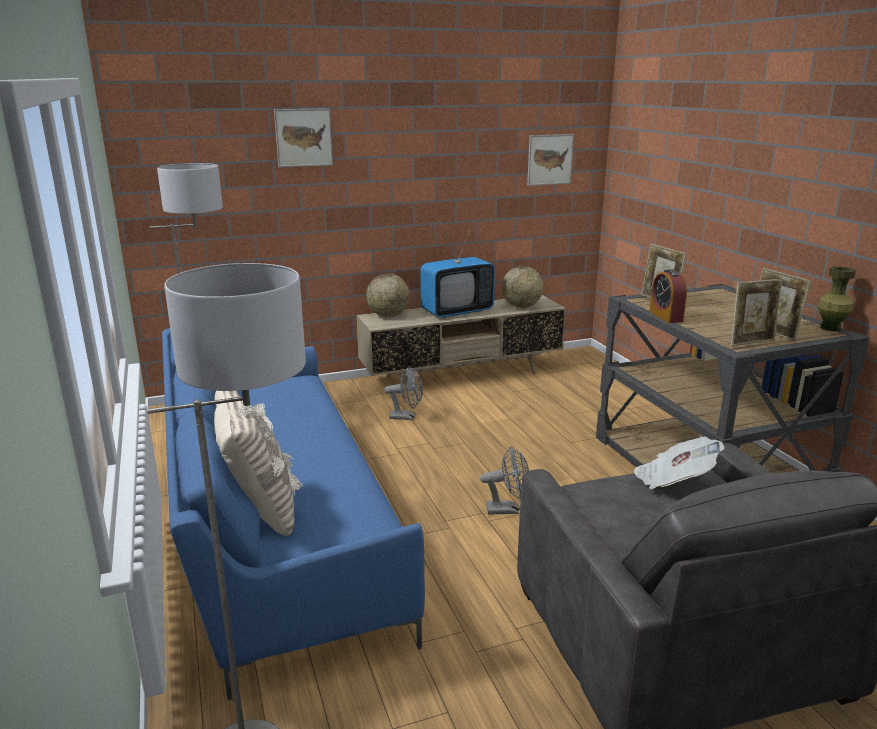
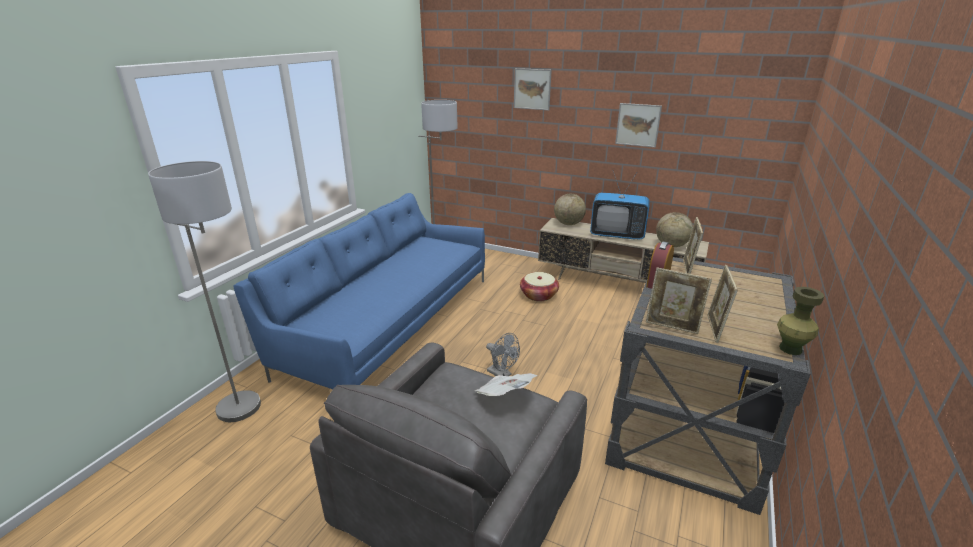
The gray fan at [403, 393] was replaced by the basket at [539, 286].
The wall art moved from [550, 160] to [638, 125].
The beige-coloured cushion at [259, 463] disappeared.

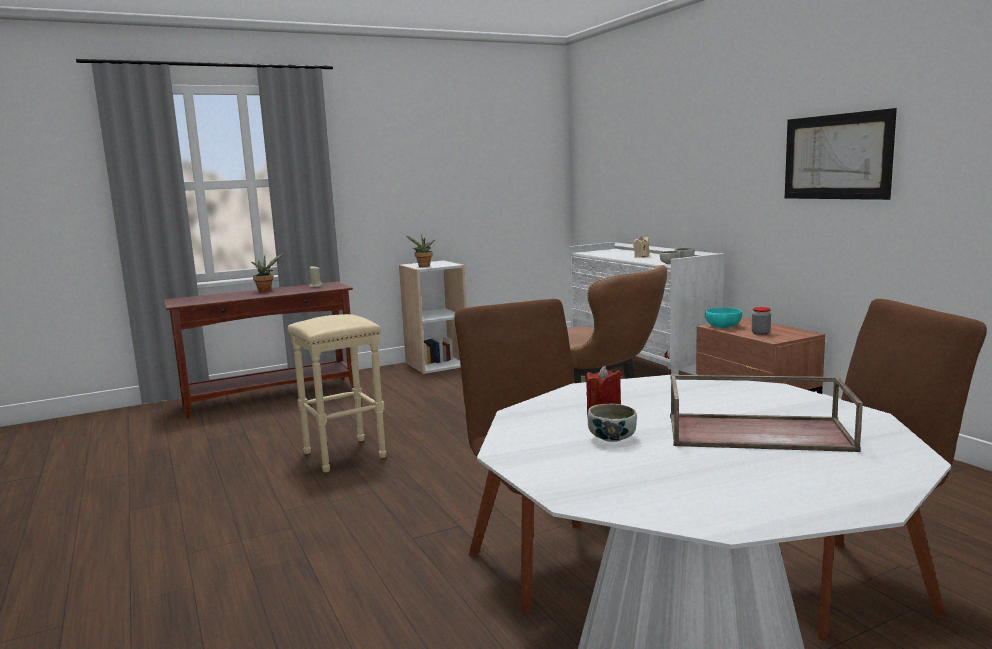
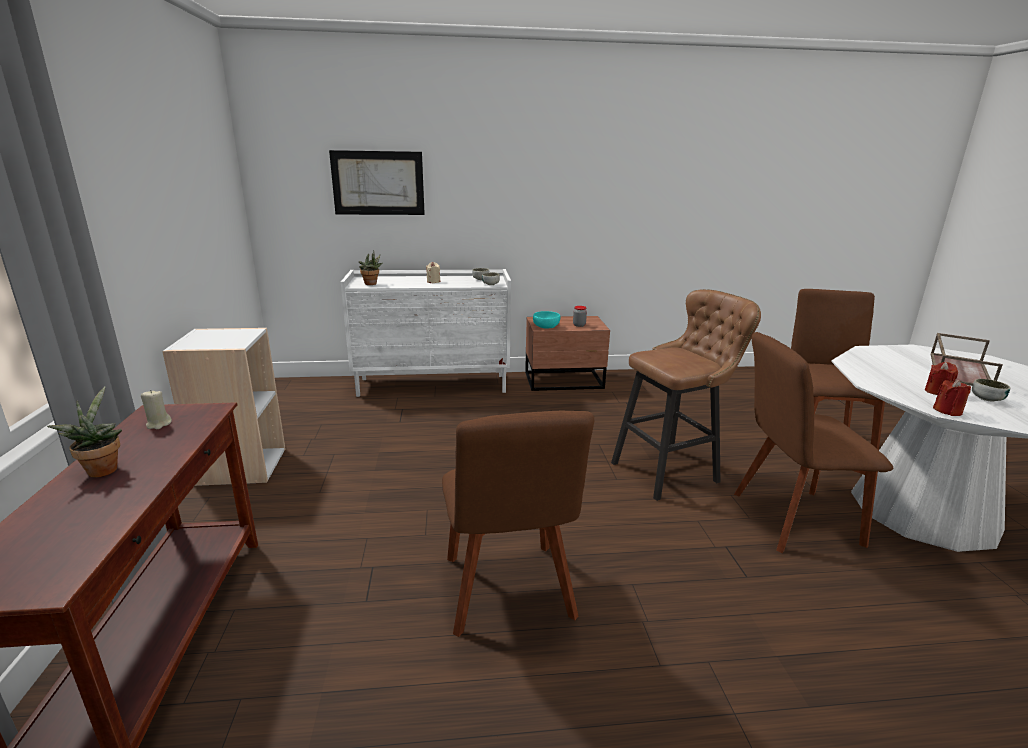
The wall art moved from [841, 154] to [377, 182].
The plant in a pot moved from [421, 250] to [371, 268].
The beige-coloured stool at [337, 393] was replaced by the brown upright chair at [518, 524].
The red-coloured wax light at [952, 398] appeared.

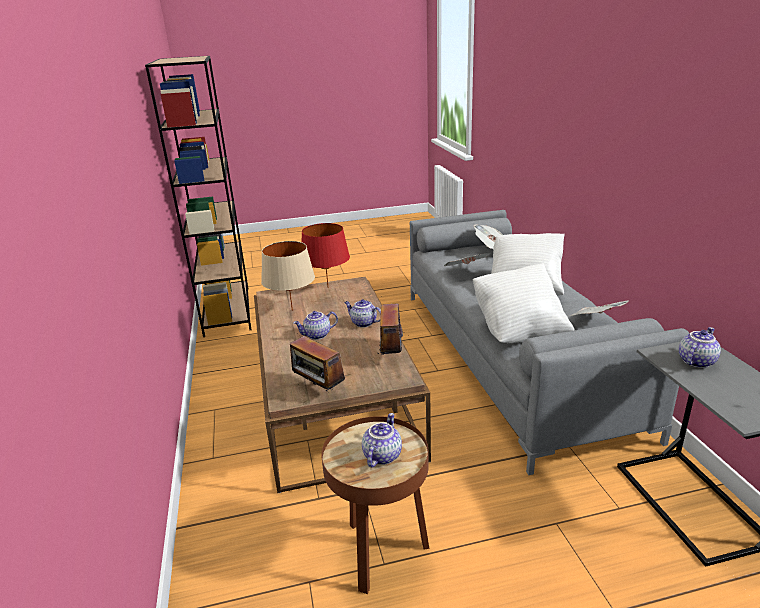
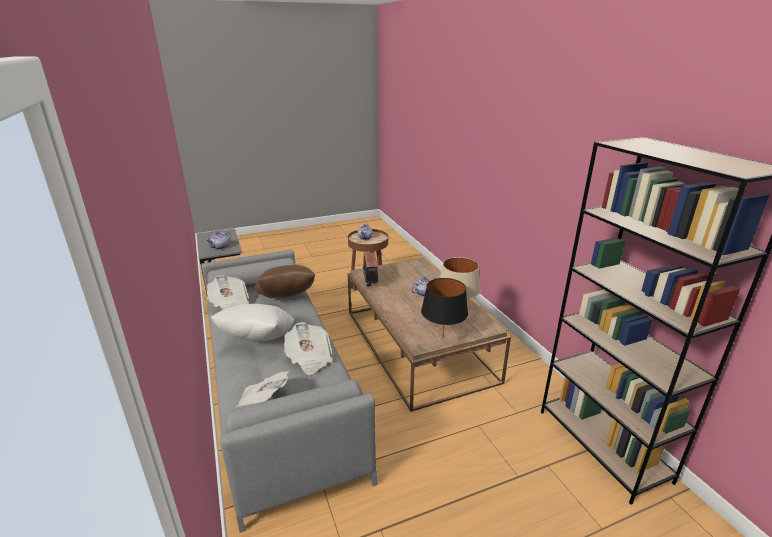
The white-coloured cushion at [524, 303] became the brown cushion at [284, 281].
The red-coloured table lamp at [326, 255] became the black-coloured table lamp at [444, 306].
The radio at [317, 362] disappeared.
The pot for tea at [362, 313] disappeared.

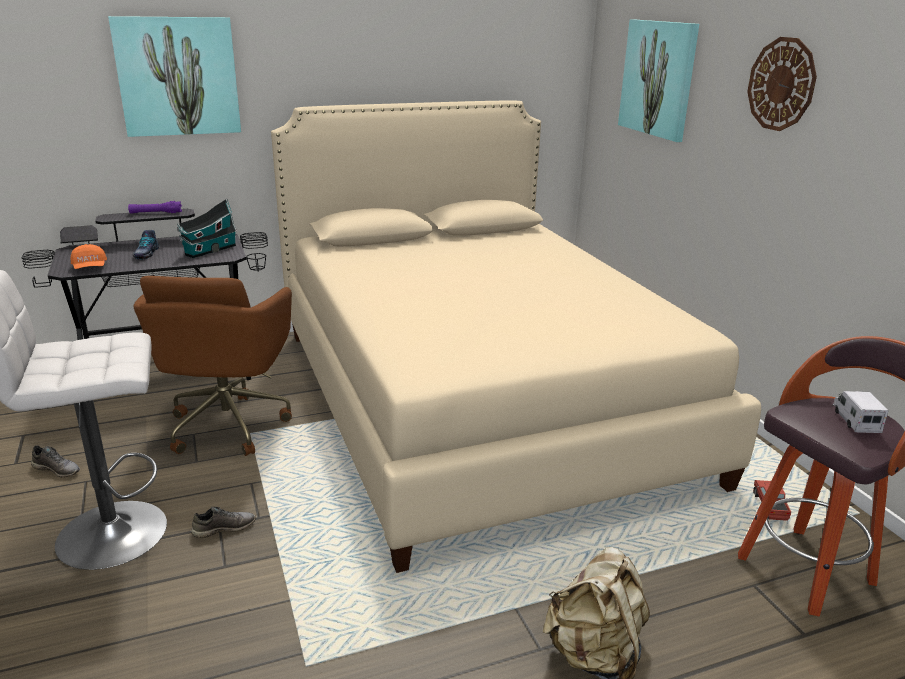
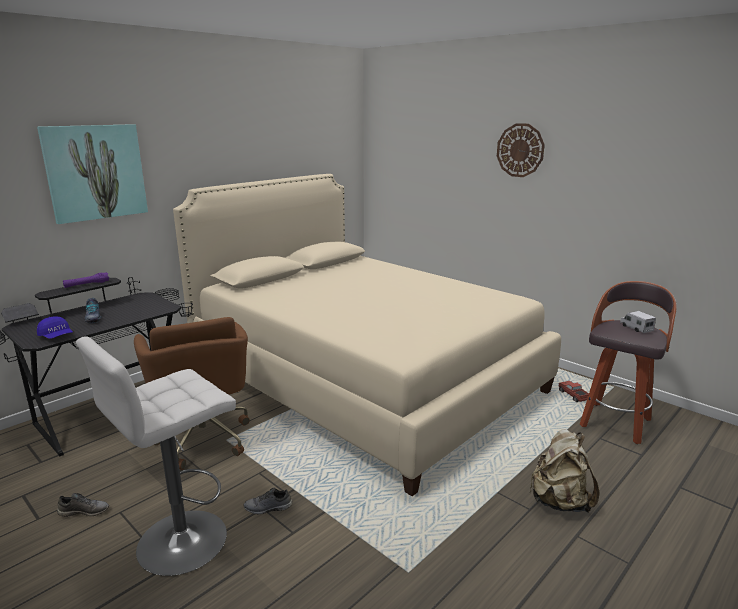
The orange-coloured cap at [89, 256] became the blue cap at [55, 327].
The gray item of footwear at [223, 522] turned 135 degrees counterclockwise.
The toy house at [207, 228] disappeared.
The wall art at [658, 80] disappeared.

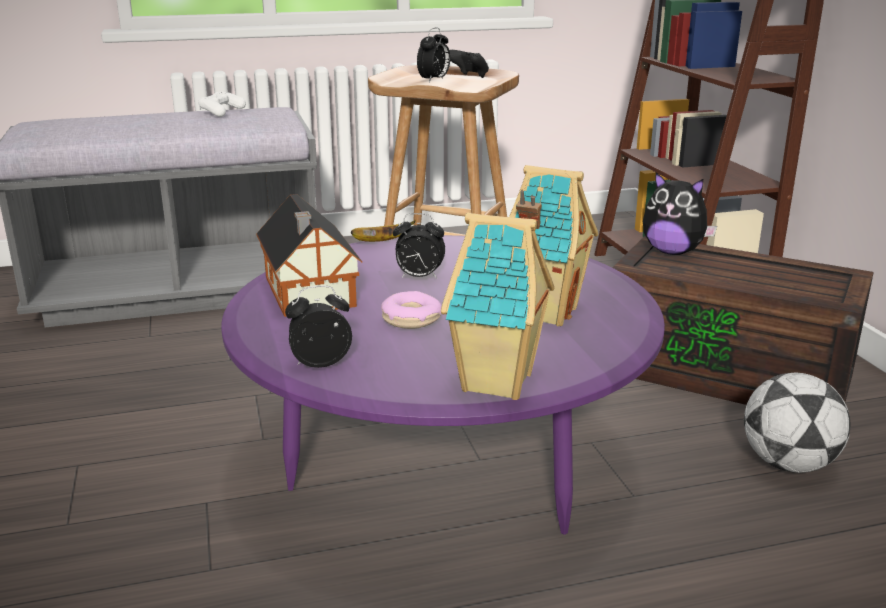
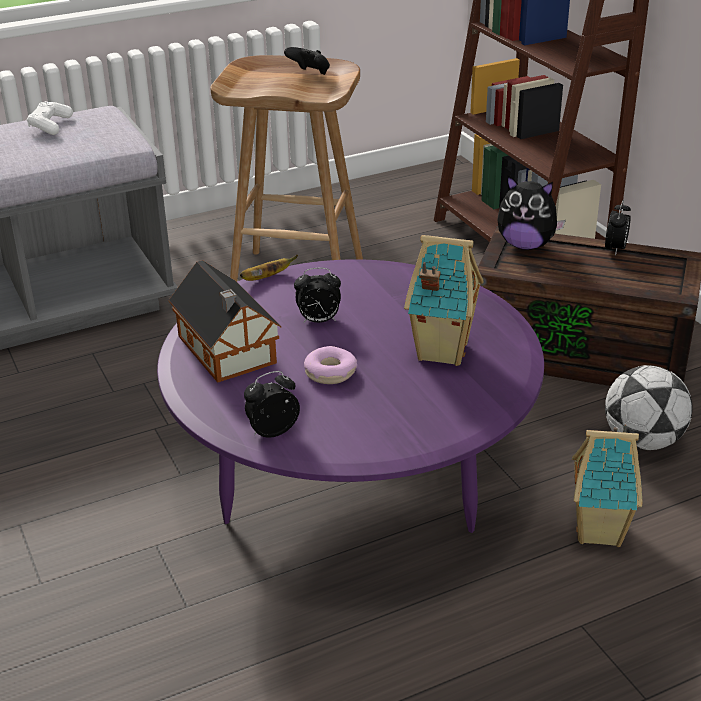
The toy house moved from [497, 306] to [607, 485].
The bedside clock moved from [433, 54] to [618, 228].

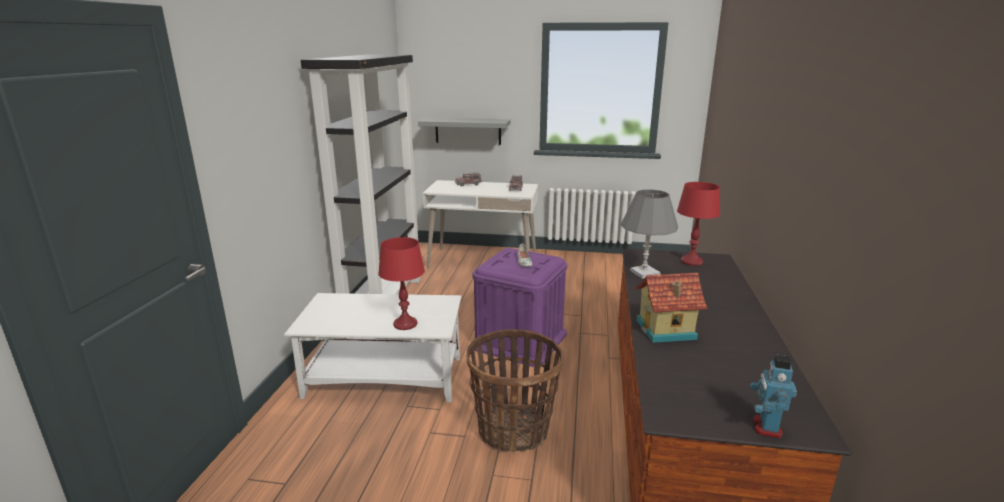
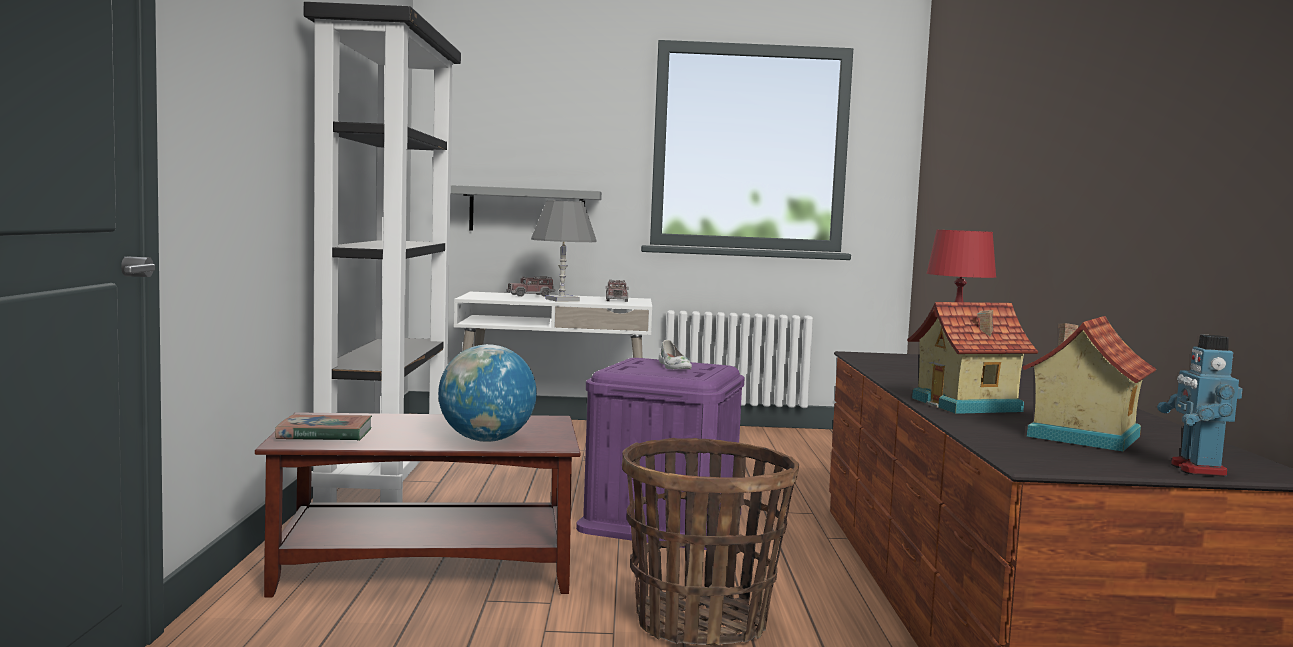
The white-coloured coffee table at [373, 347] became the brown coffee table at [417, 505].
The volume at [323, 428] appeared.
The red-coloured table lamp at [401, 283] was replaced by the desk globe at [487, 393].
The gray table lamp moved from [649, 234] to [564, 251].
The toy house at [1089, 384] appeared.

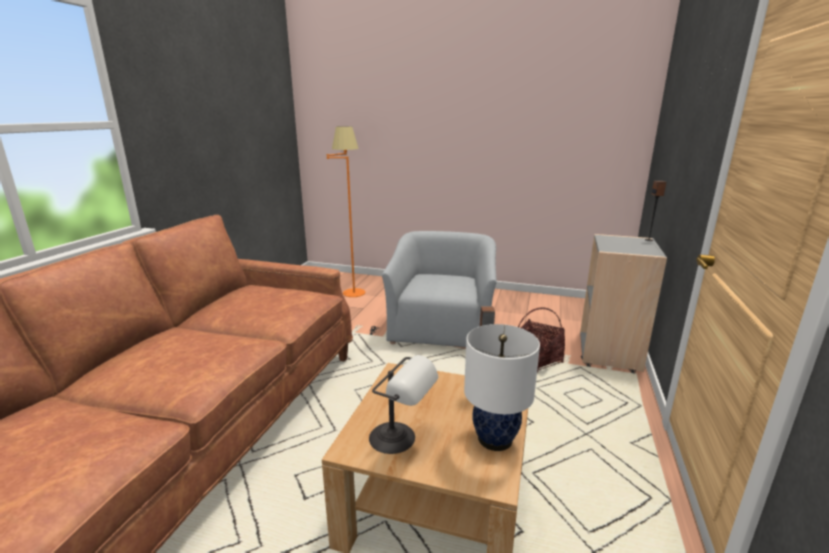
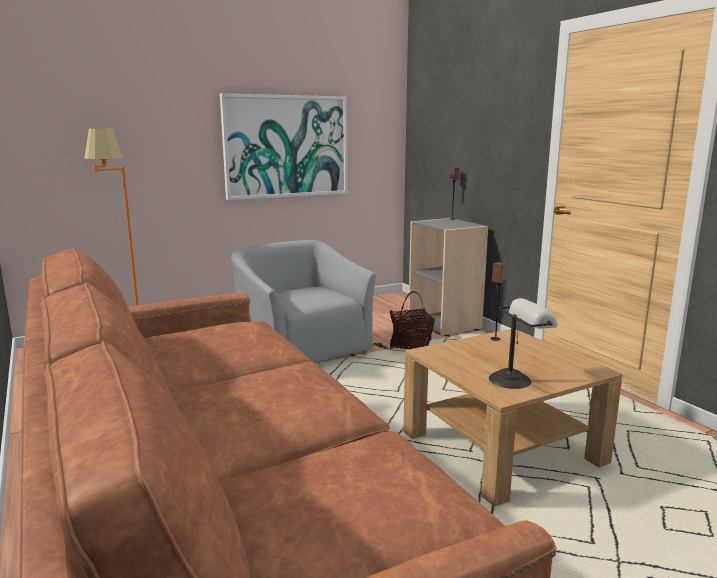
The wall art at [283, 146] appeared.
The white-coloured table lamp at [502, 387] disappeared.

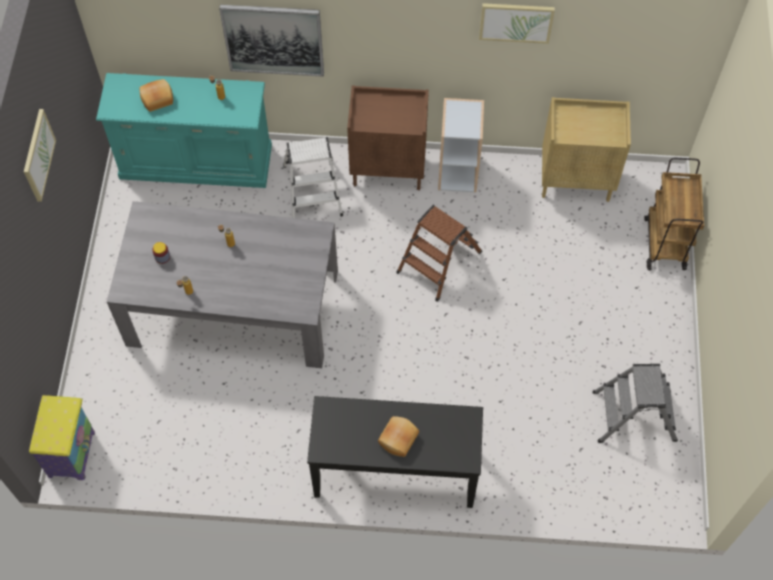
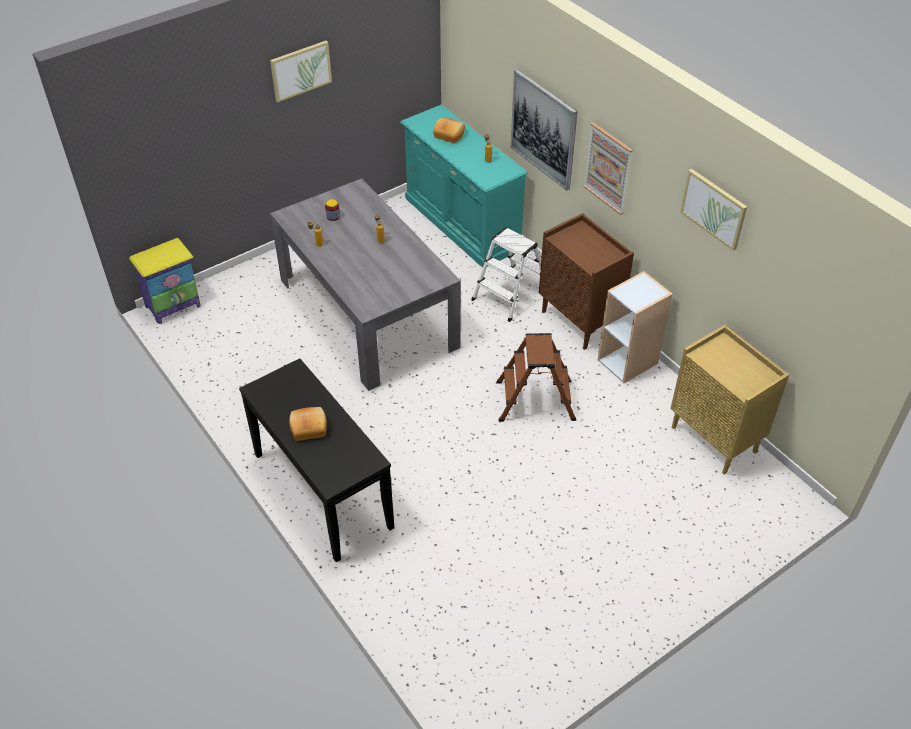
The wall art at [608, 168] appeared.
The gray step ladder at [635, 403] disappeared.
The brown cart at [674, 214] disappeared.

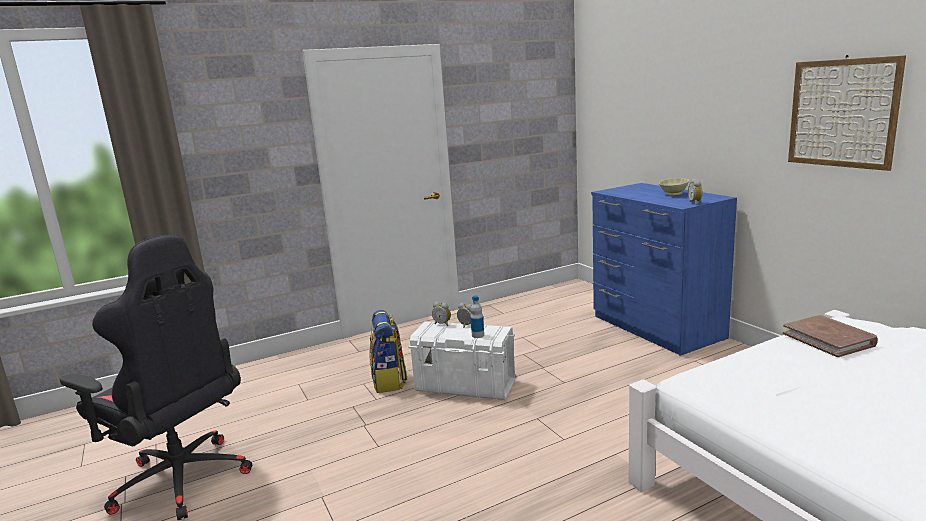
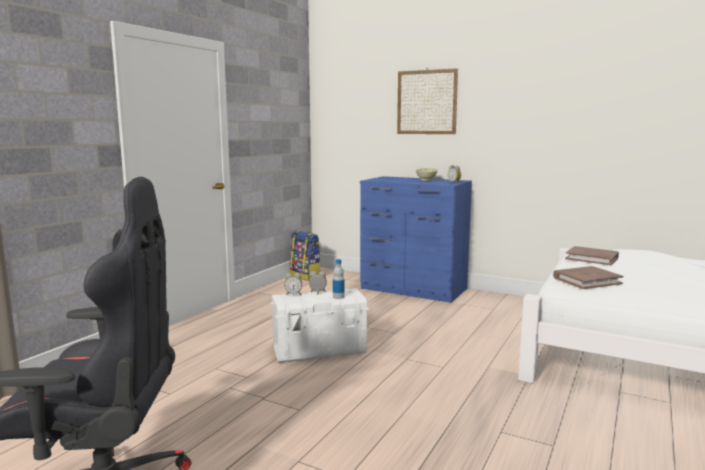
The rucksack moved from [388, 351] to [305, 255].
The wall art moved from [847, 113] to [427, 101].
The brown volume at [588, 277] appeared.

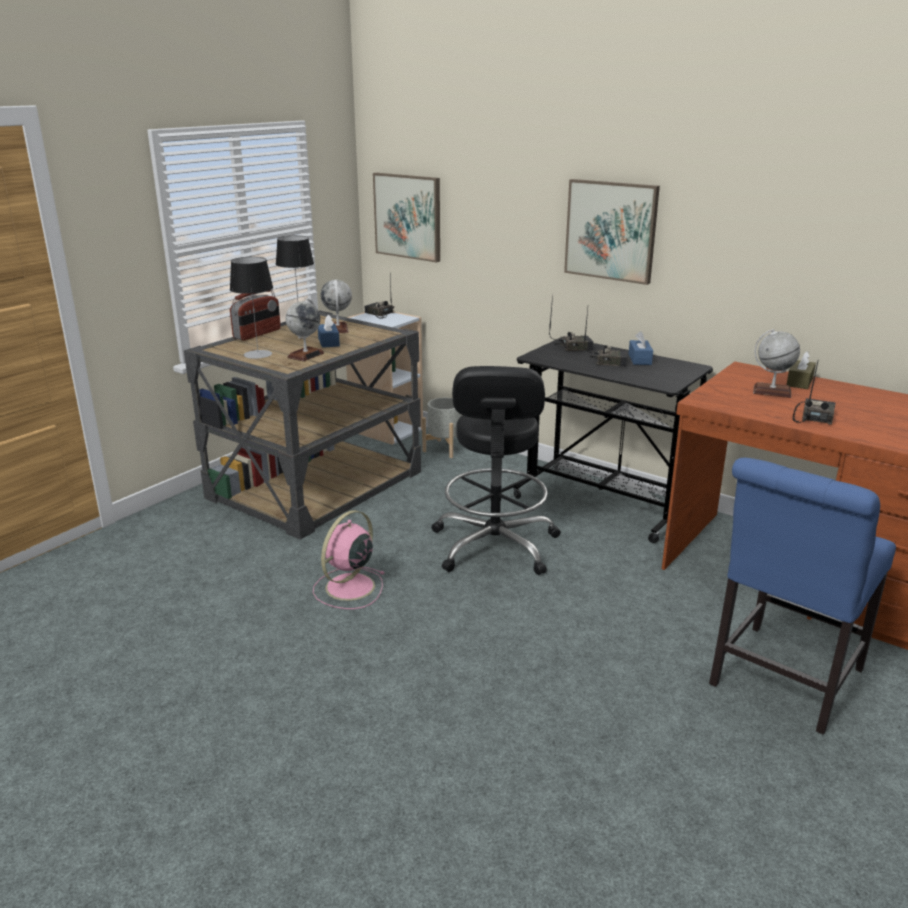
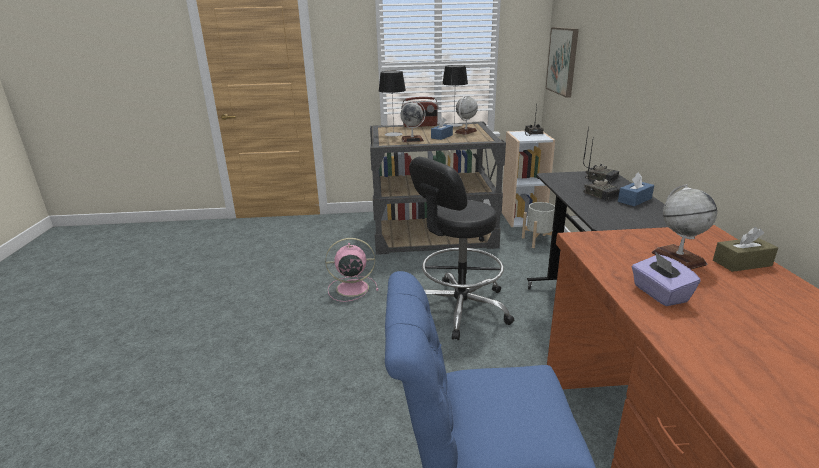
The radio at [814, 393] was replaced by the purple box of tissues at [666, 279].
The wall art at [612, 232] disappeared.

